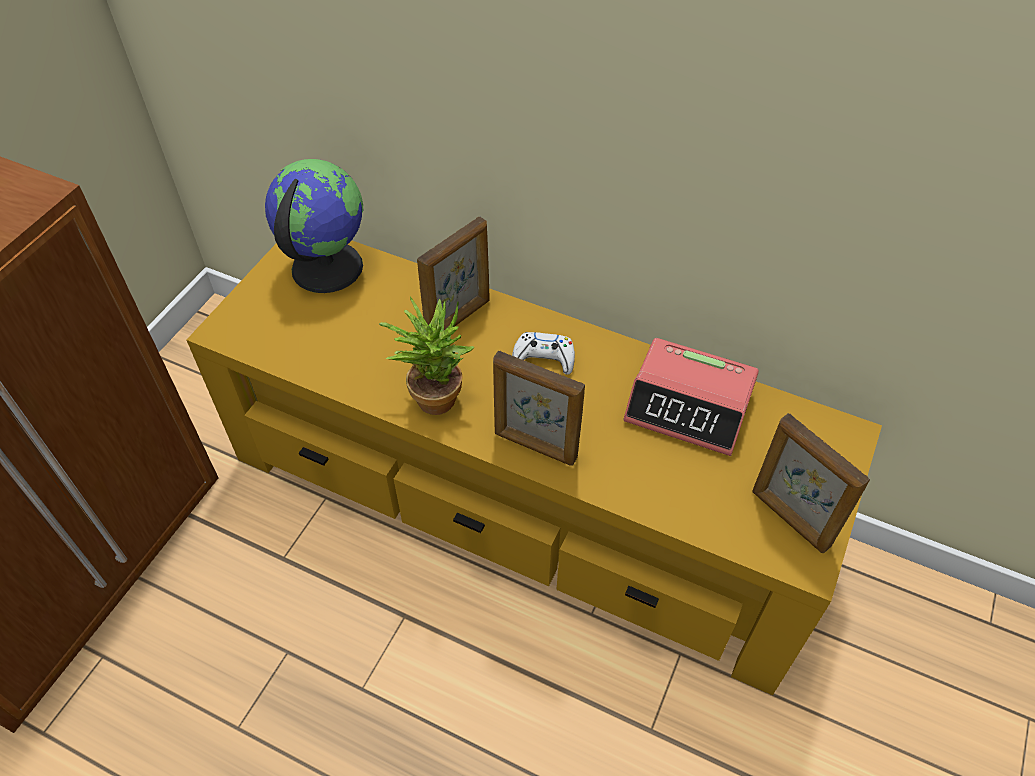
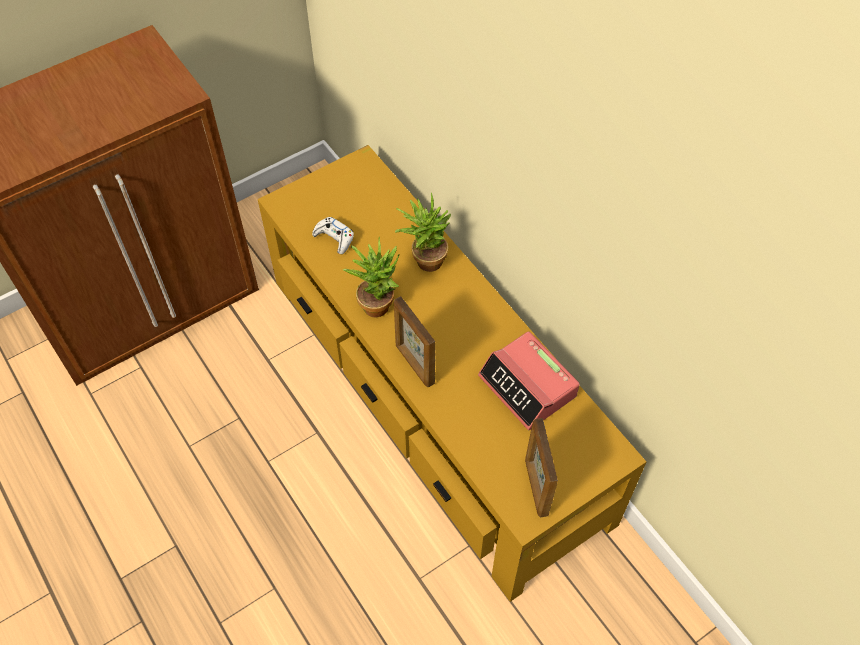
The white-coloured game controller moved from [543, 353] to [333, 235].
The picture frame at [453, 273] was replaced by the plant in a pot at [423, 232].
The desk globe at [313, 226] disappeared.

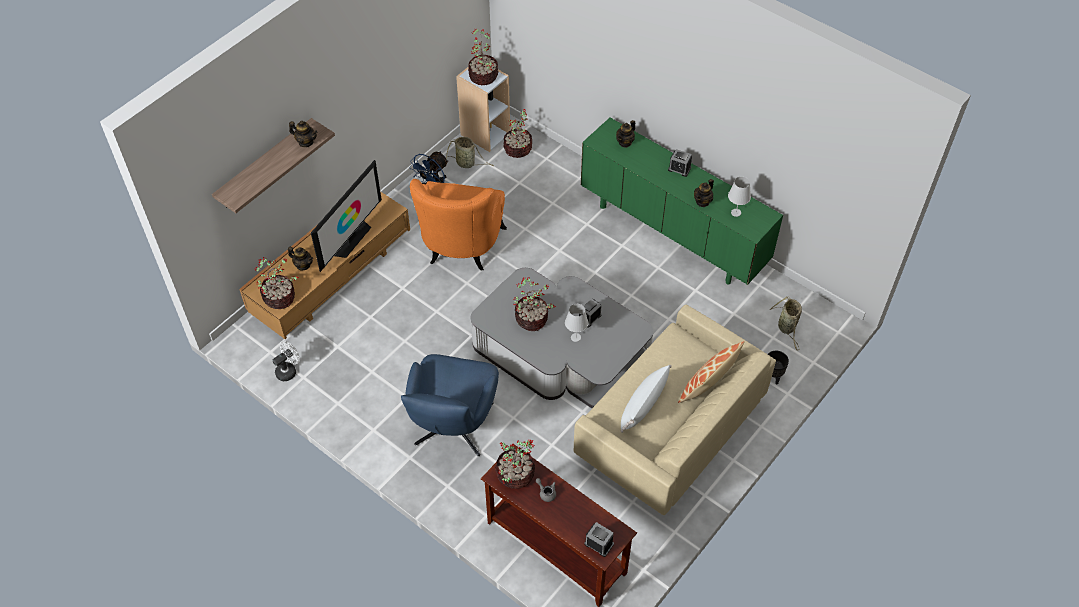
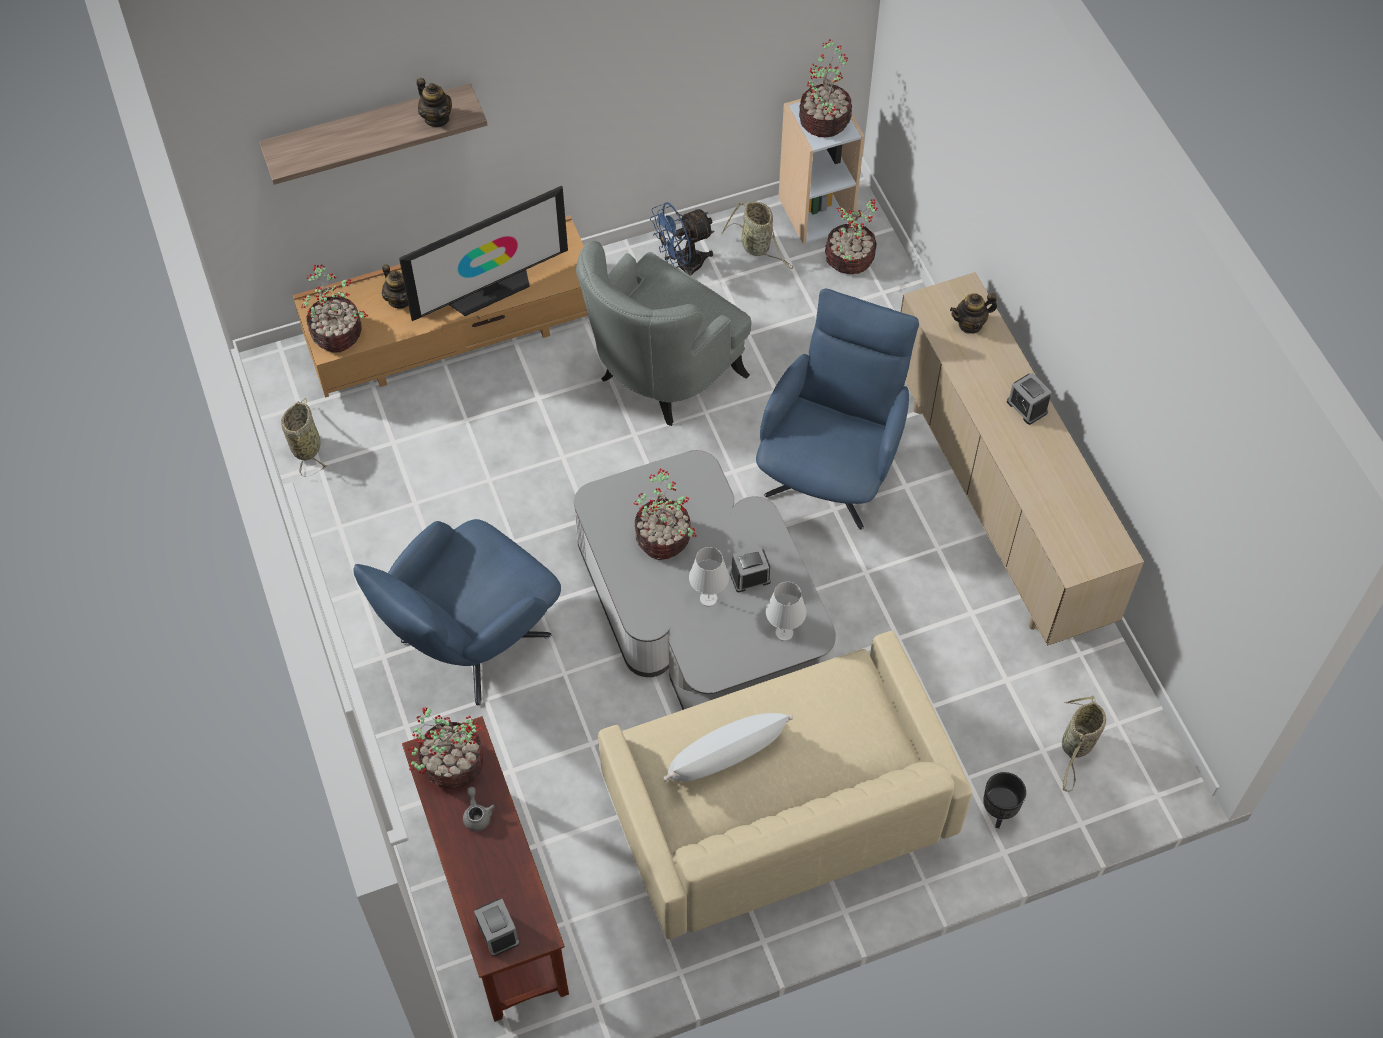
The white-coloured fan at [286, 361] was replaced by the basket at [304, 437].
The orange-coloured lounge chair at [458, 225] became the gray lounge chair at [663, 333].
The blue lounge chair at [837, 409] appeared.
The white-coloured table lamp moved from [739, 196] to [786, 611].
The green cupboard at [682, 201] became the beige-coloured cupboard at [1022, 459].
The cushion at [711, 372] disappeared.
The pot for tea at [704, 193] disappeared.

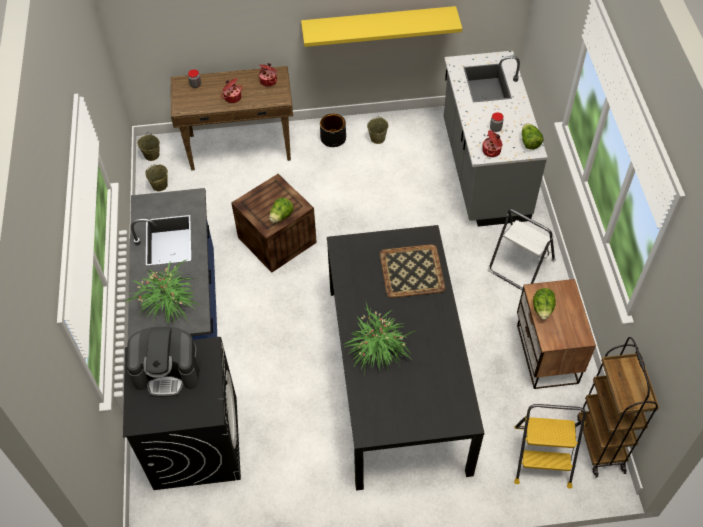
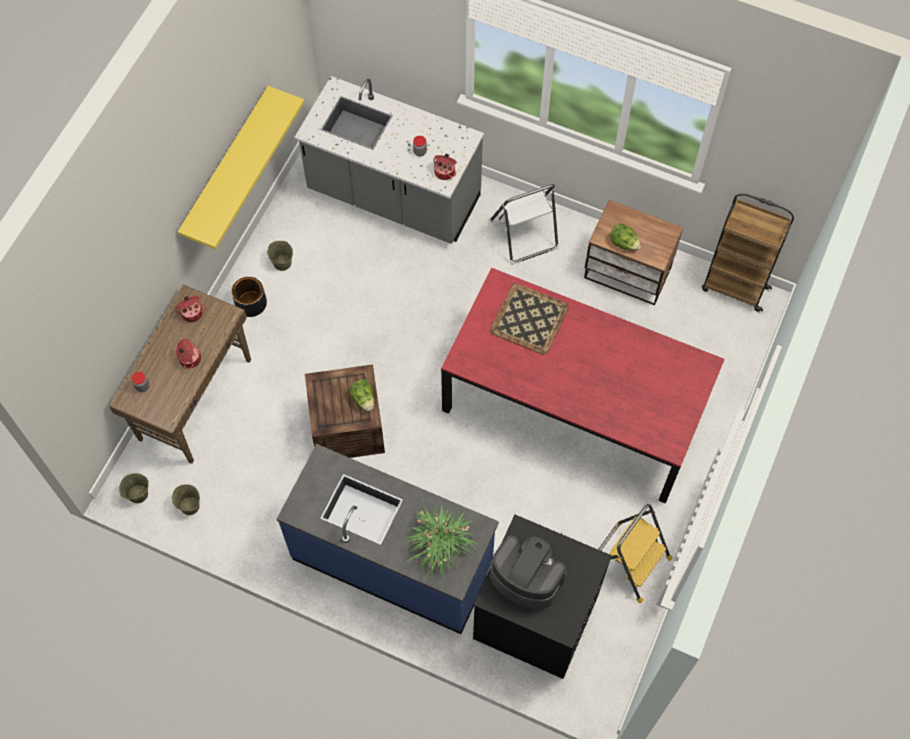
The black-coloured kitchen table at [405, 358] became the red-coloured kitchen table at [583, 386].
The coffee brewer at [164, 361] turned 90 degrees counterclockwise.
The yellow-coloured step ladder moved from [550, 446] to [635, 553].
The plant in a pot at [380, 337] disappeared.
The lettuce at [532, 137] disappeared.

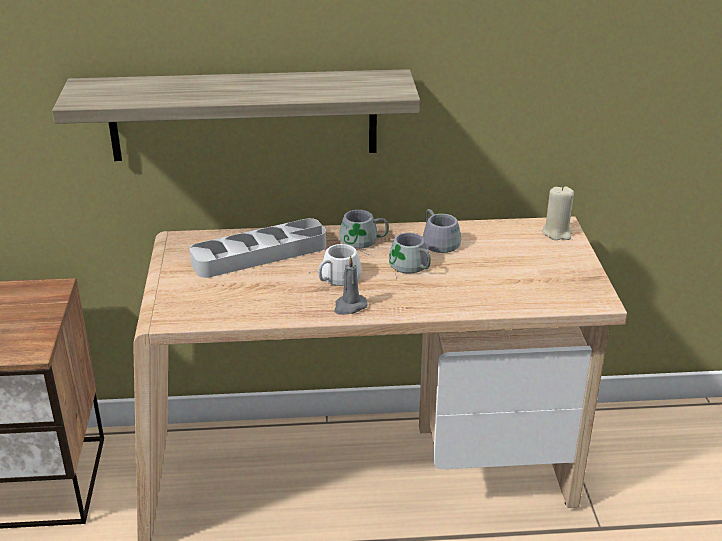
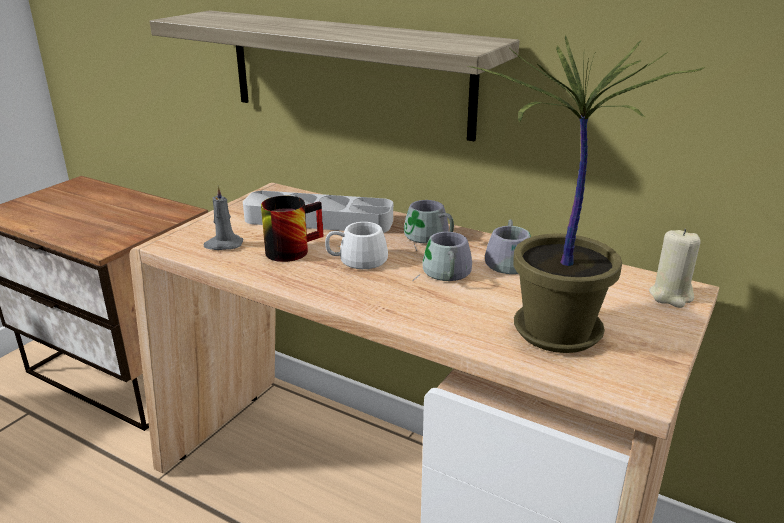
The gray wax light moved from [351, 285] to [223, 217].
The coffee mug at [292, 229] appeared.
The plant in a pot at [586, 194] appeared.

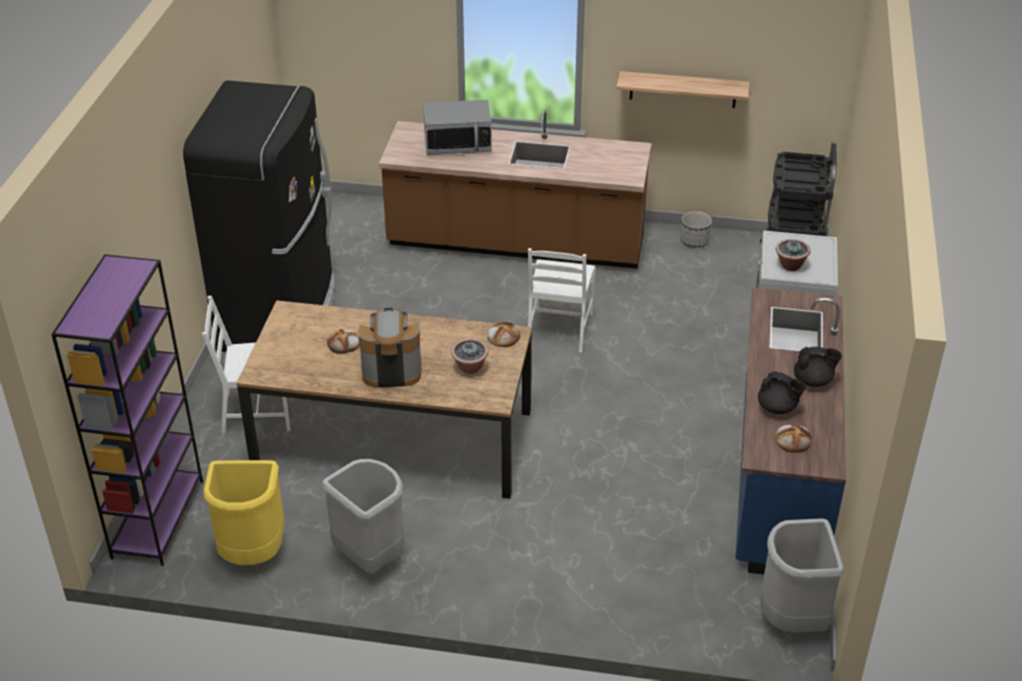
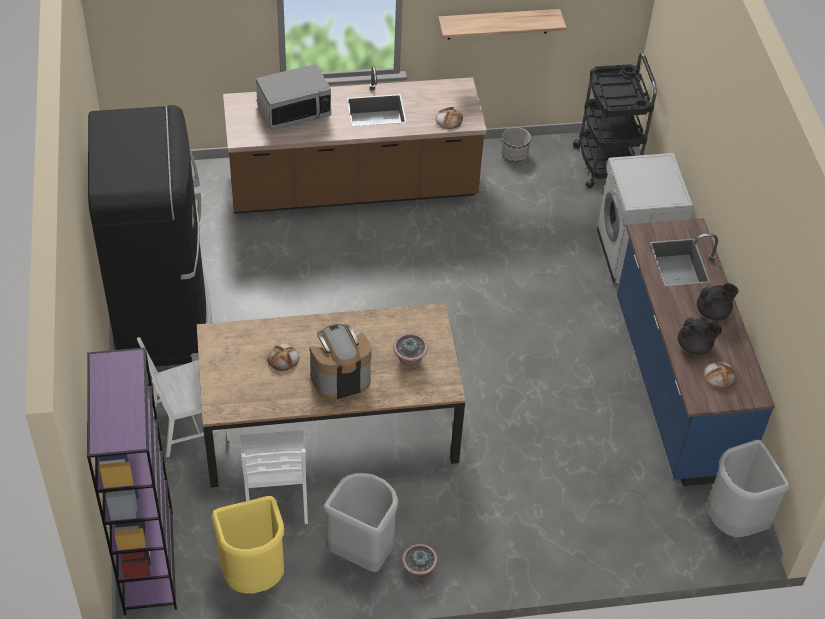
The white-coloured upright chair moved from [561, 300] to [273, 477].
The plant in a pot moved from [793, 255] to [420, 561].
The bread moved from [503, 334] to [449, 118].

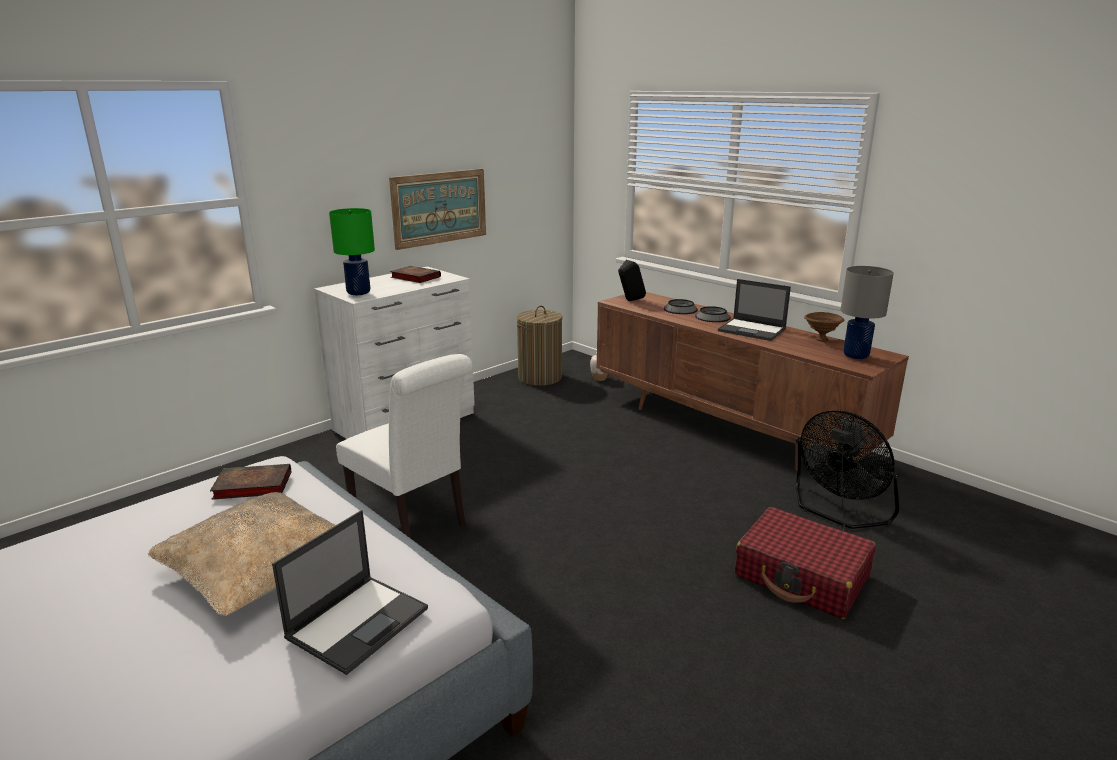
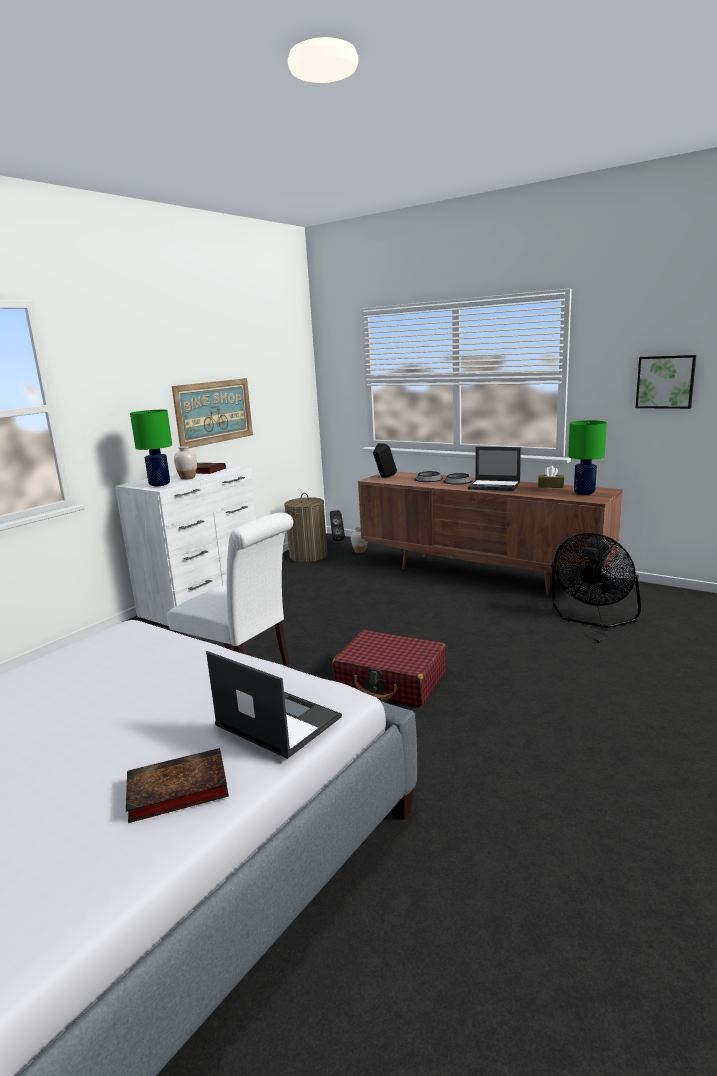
The volume moved from [250, 482] to [177, 785].
The white-coloured vase at [185, 463] appeared.
The laptop at [350, 592] turned 75 degrees counterclockwise.
The black-coloured audio speaker at [337, 525] appeared.
The red-coloured piece of luggage moved from [805, 563] to [389, 668].
The brown bowl at [824, 327] was replaced by the brown box of tissues at [551, 477].
The gray table lamp at [867, 312] became the green table lamp at [587, 457].
The wall art at [666, 382] appeared.
The beige-coloured cushion at [241, 554] disappeared.

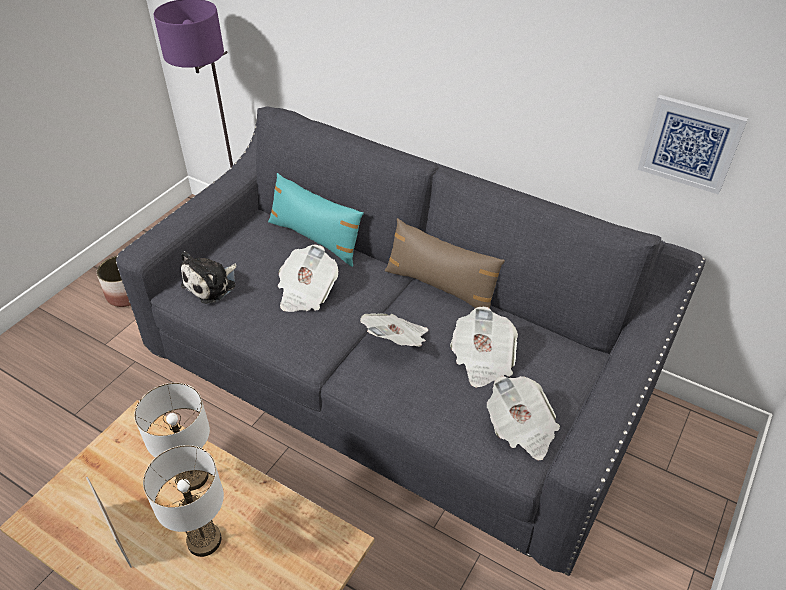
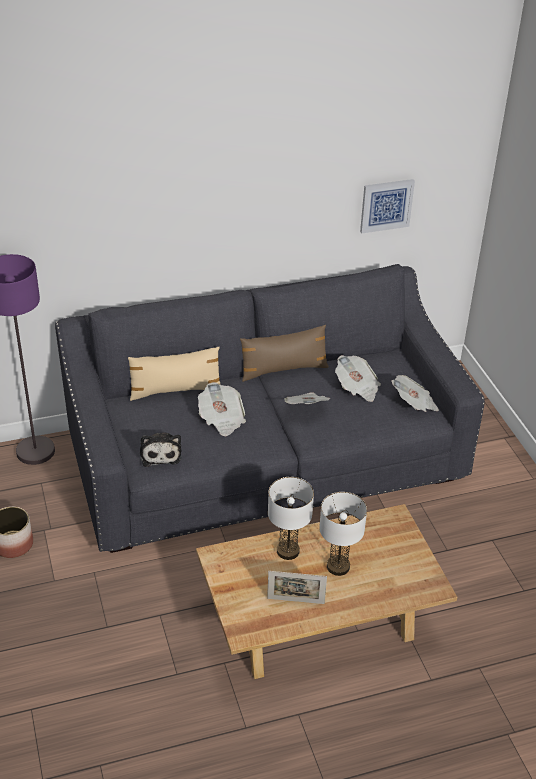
The turquoise-coloured cushion at [316, 220] became the beige-coloured cushion at [174, 374].

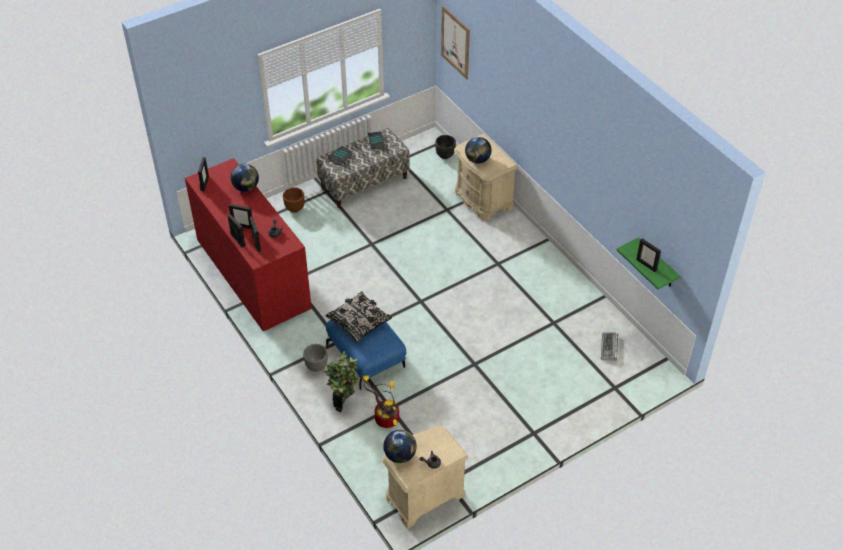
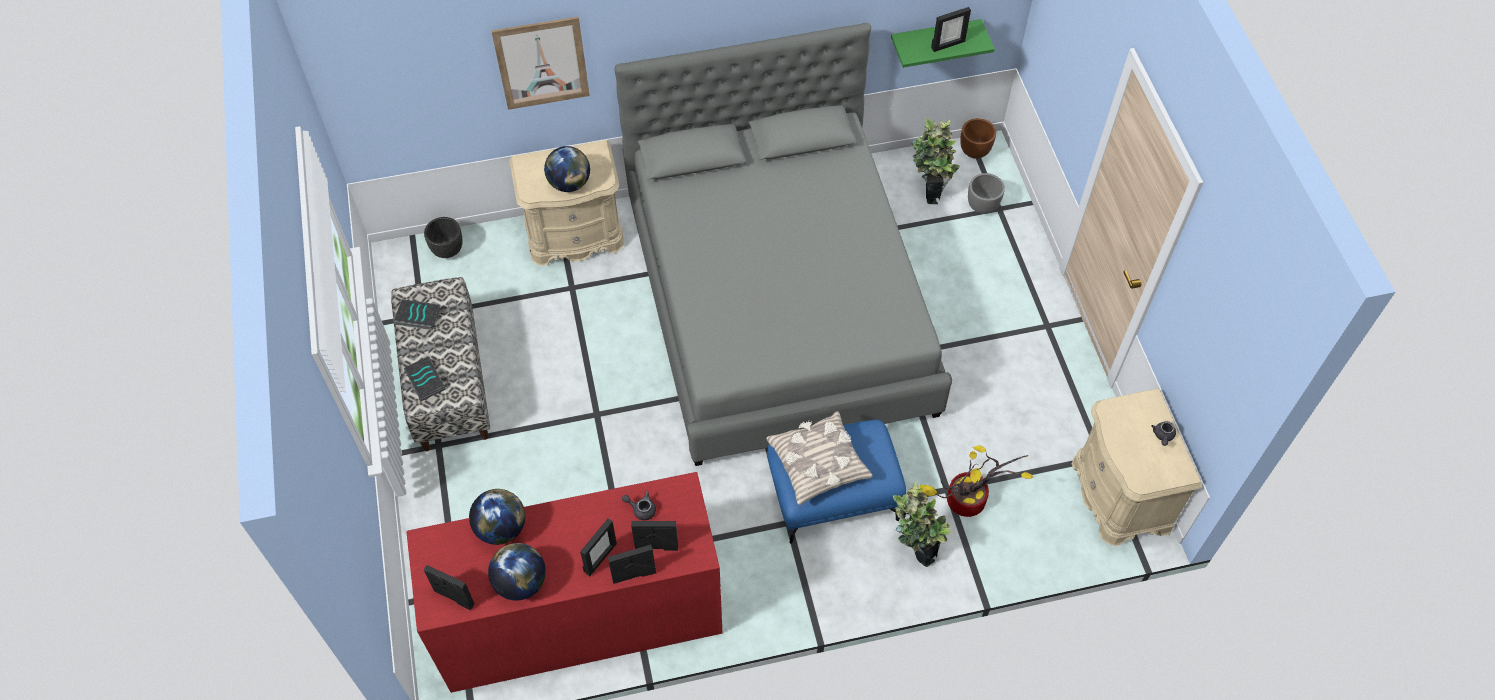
The desk globe moved from [400, 446] to [517, 572].
The wall art moved from [455, 42] to [540, 63].
The gray bed at [783, 244] appeared.
The black-coloured cushion at [359, 317] became the beige-coloured cushion at [819, 458].
The keyboard at [609, 346] was replaced by the plant in a pot at [936, 160].
The brown plant pot moved from [294, 200] to [978, 138].
The gray plant pot moved from [315, 358] to [986, 193].

